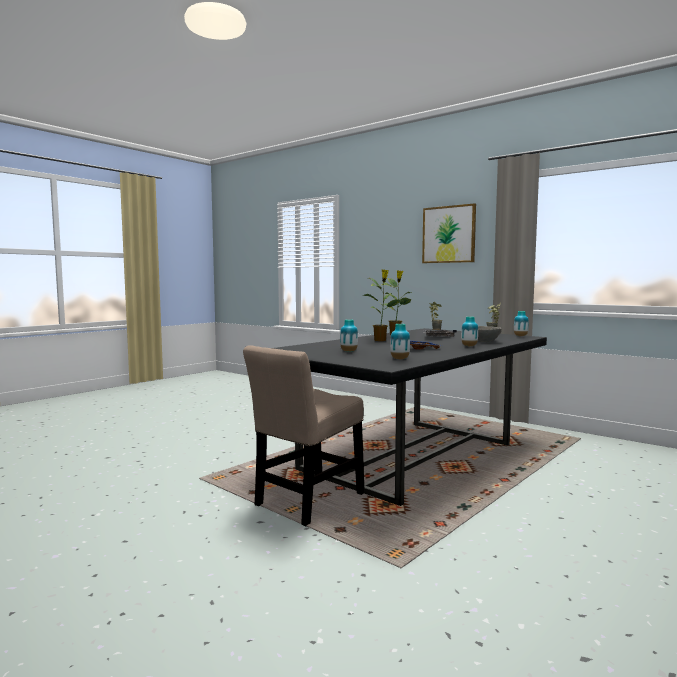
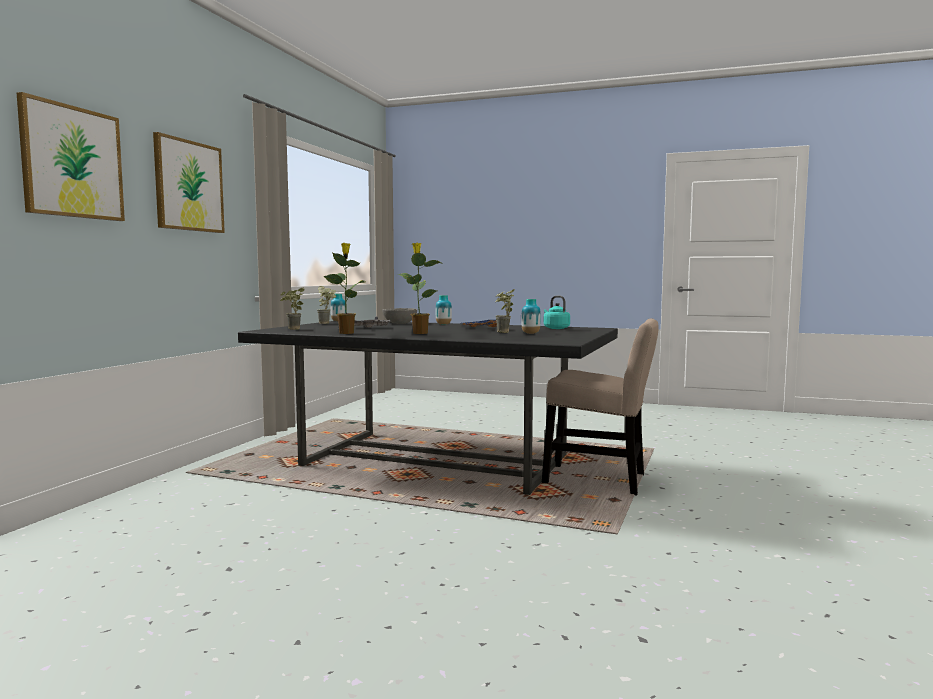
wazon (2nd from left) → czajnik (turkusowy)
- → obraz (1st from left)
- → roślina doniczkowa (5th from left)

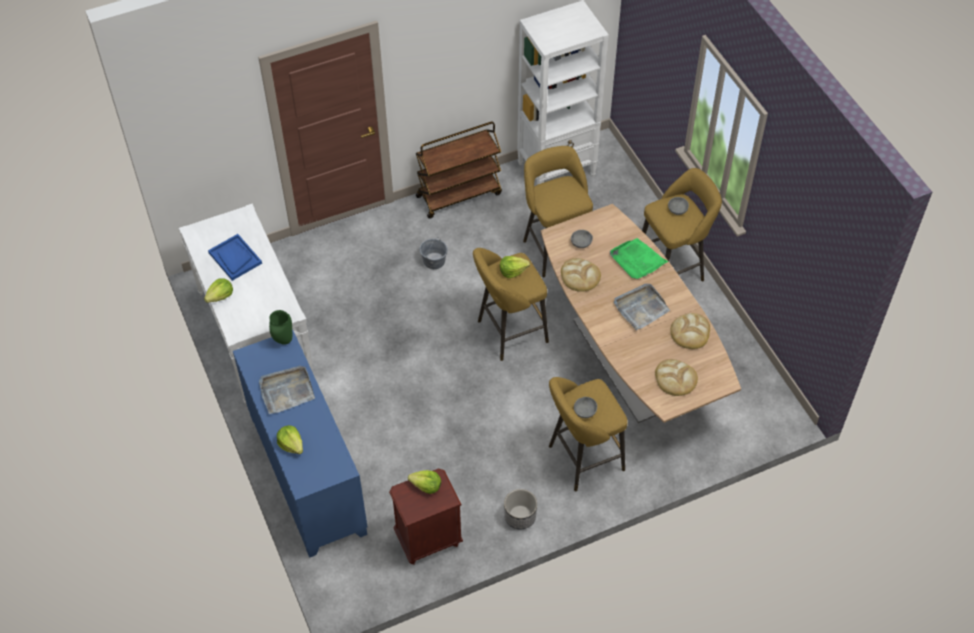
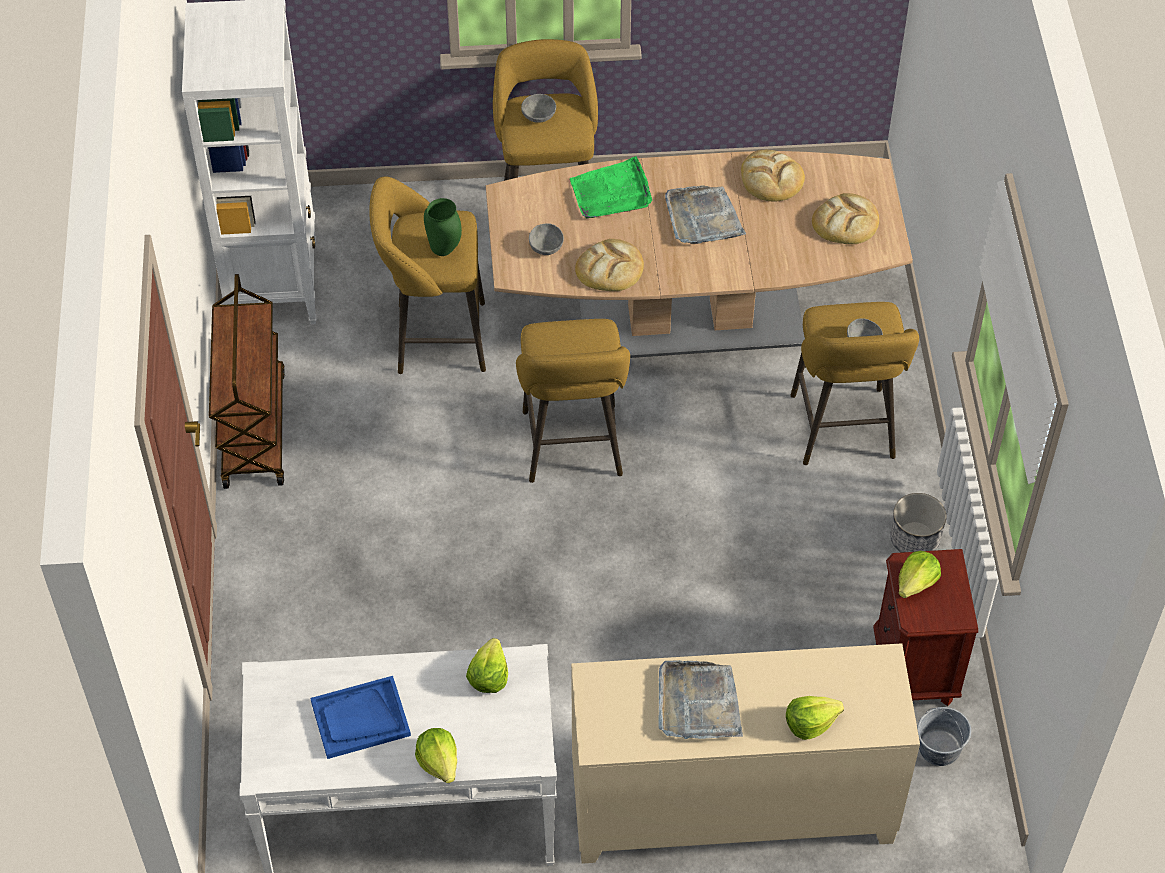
wiadro (szary), move
sałata (4th from left in the first image) → sałata (2nd from left), move
wazon (zielony), move
szafka (niebieski) → szafka (beżowy)

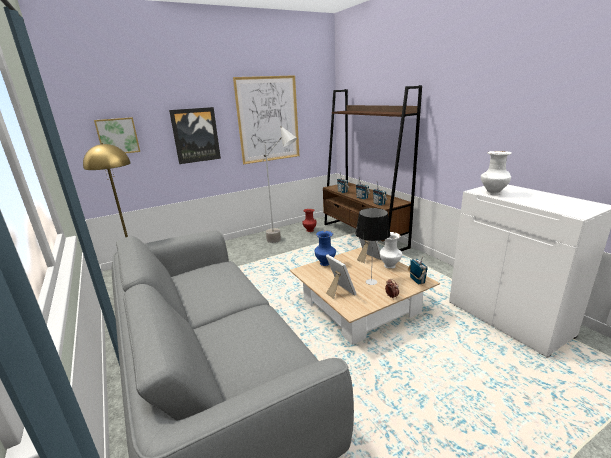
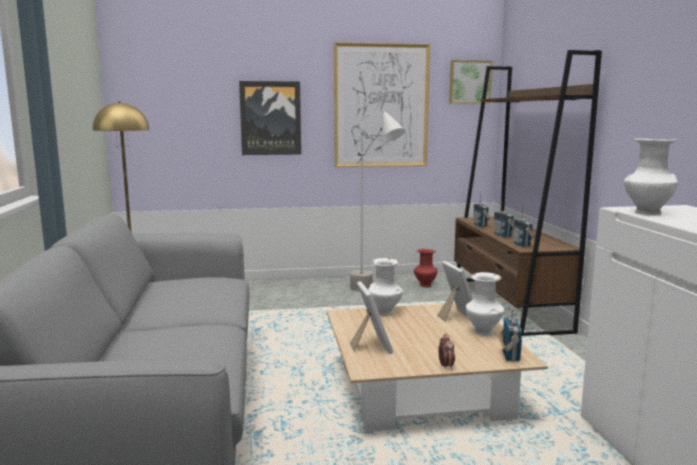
obraz (1st from left in the first image) → obraz (3rd from left), move
lampa stołowa → -
wazon (niebieski) → wazon (biały) (1st from left)

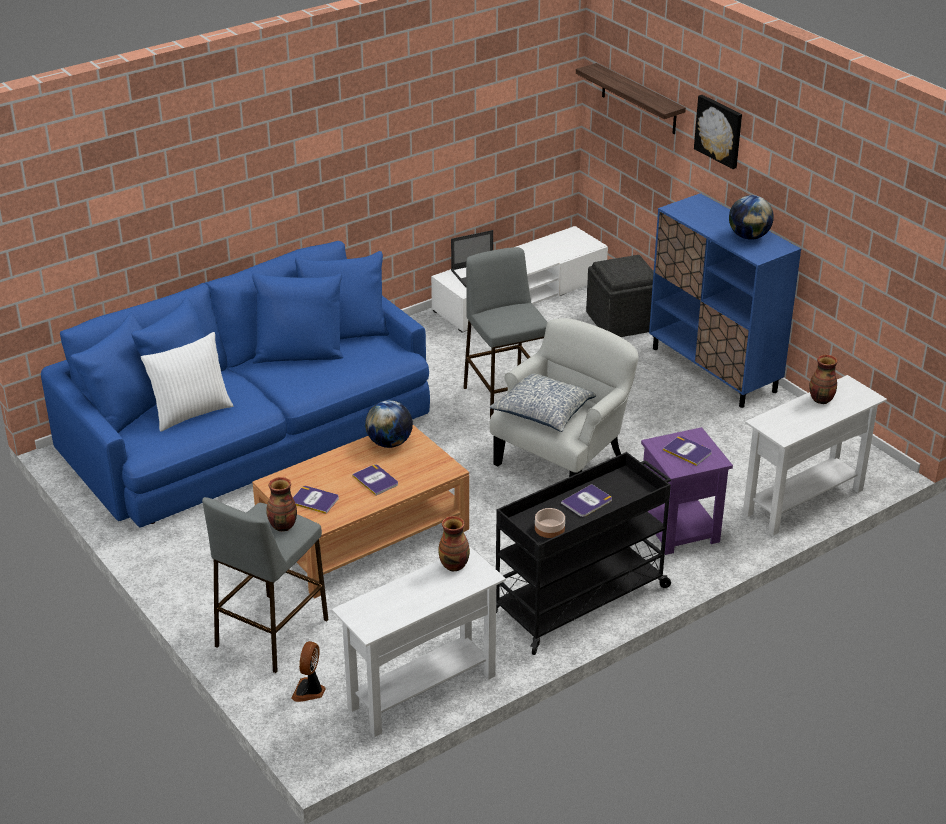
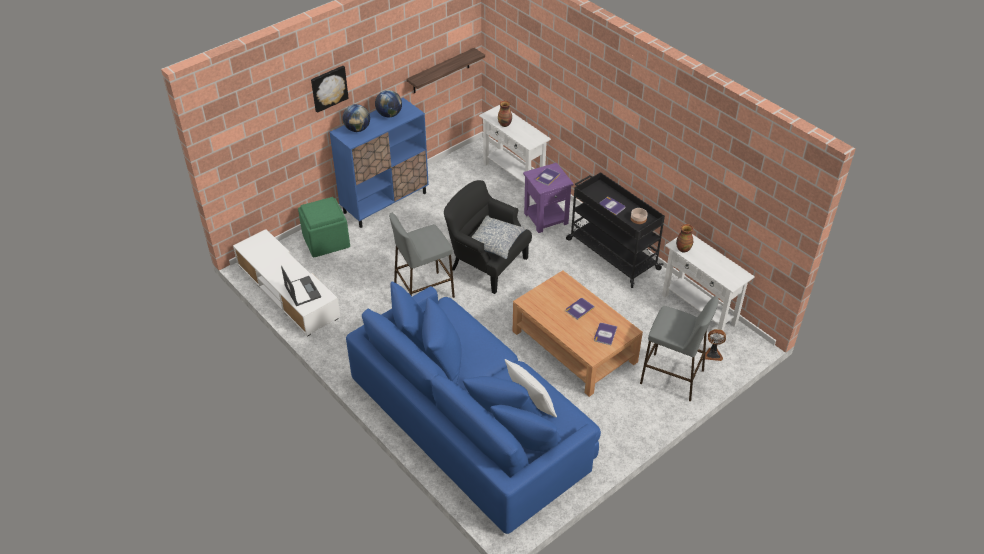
półka, move
pufa (szary) → pufa (zielony)
fotel (biały) → fotel (czarny)
globus (1st from left), move
wazon (1st from left) → -

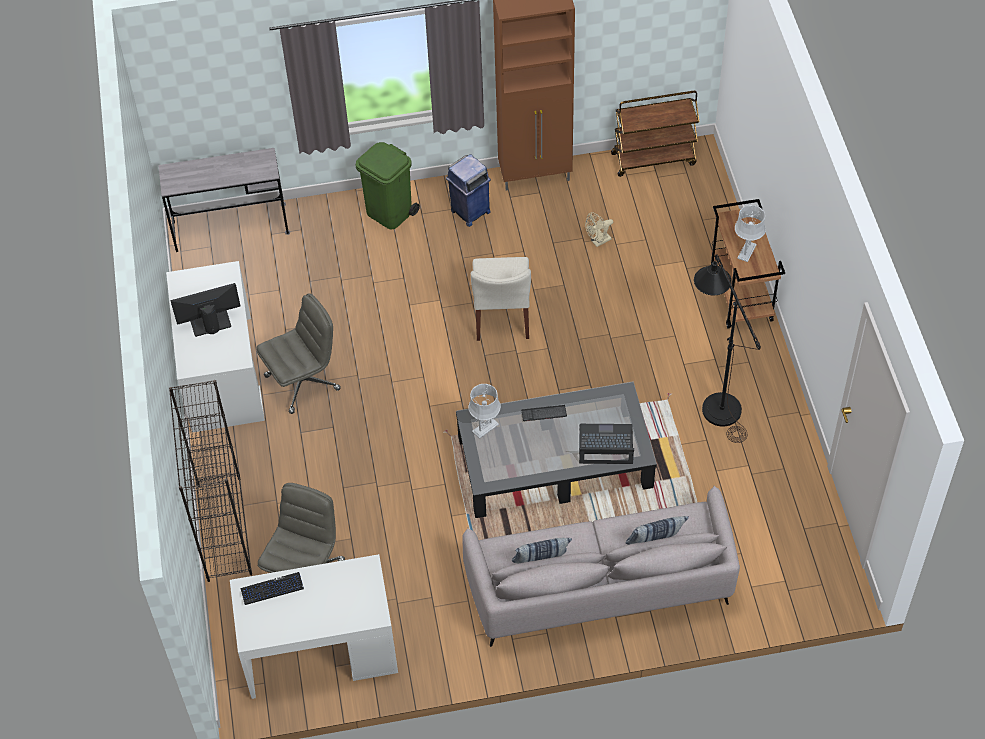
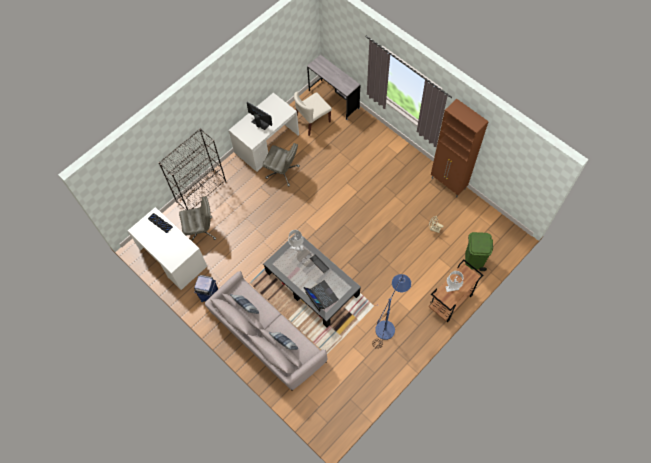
wózek (brązowy) (1st from left) → -
kosz na śmieci (zielony), move
kosz na śmieci (niebieski), move
lampa stojąca (czarny) → lampa stojąca (niebieski)
krzesło (beżowy), move

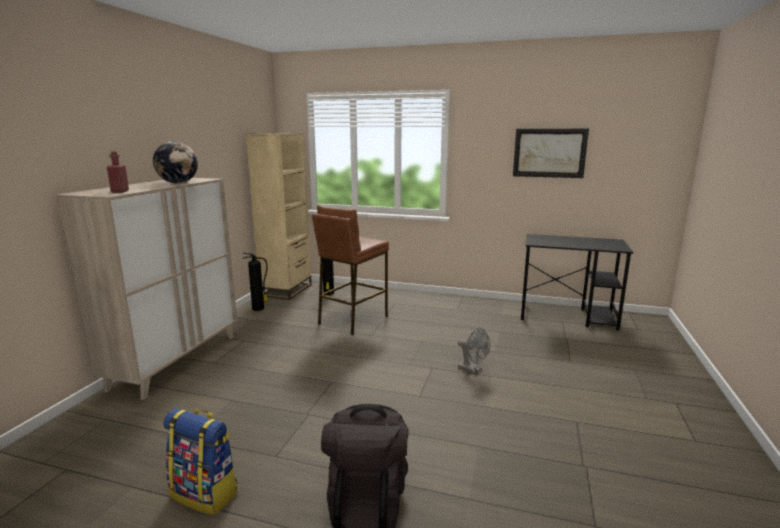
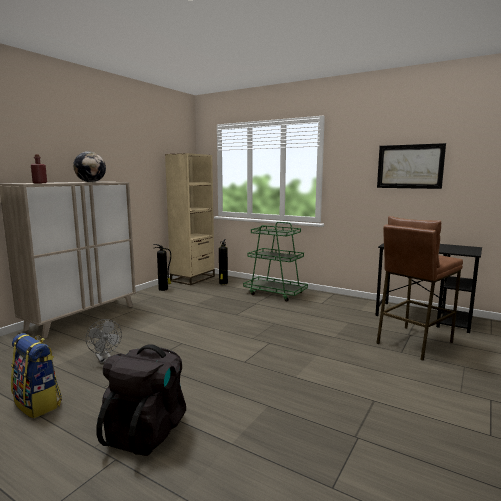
stołek (brązowy), move
wentylator (szary), move
- → wózek (zielony)

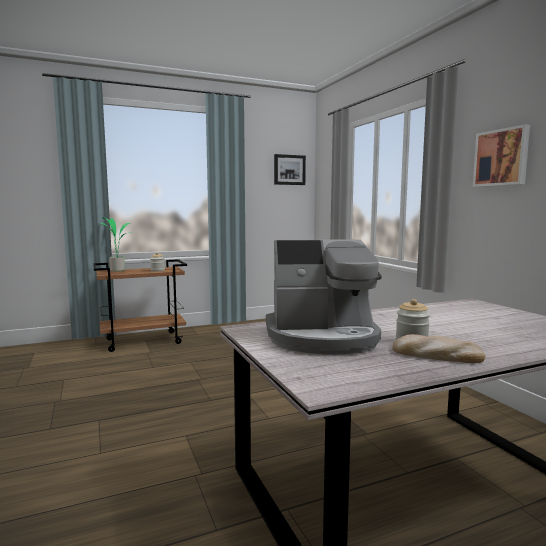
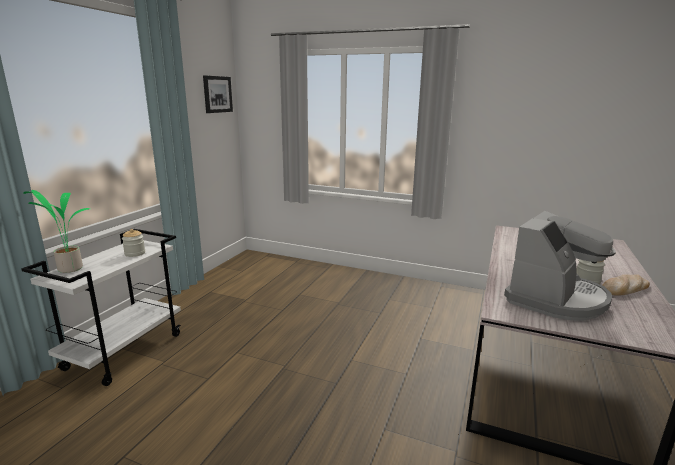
obraz (2nd from left) → -
wózek (brązowy) → wózek (biały)

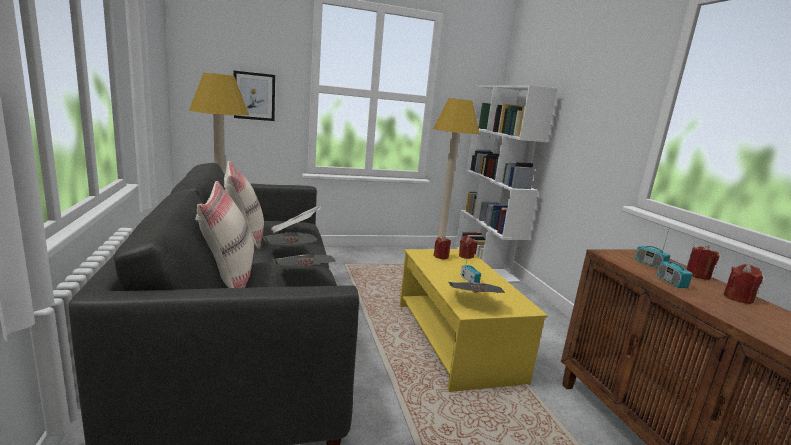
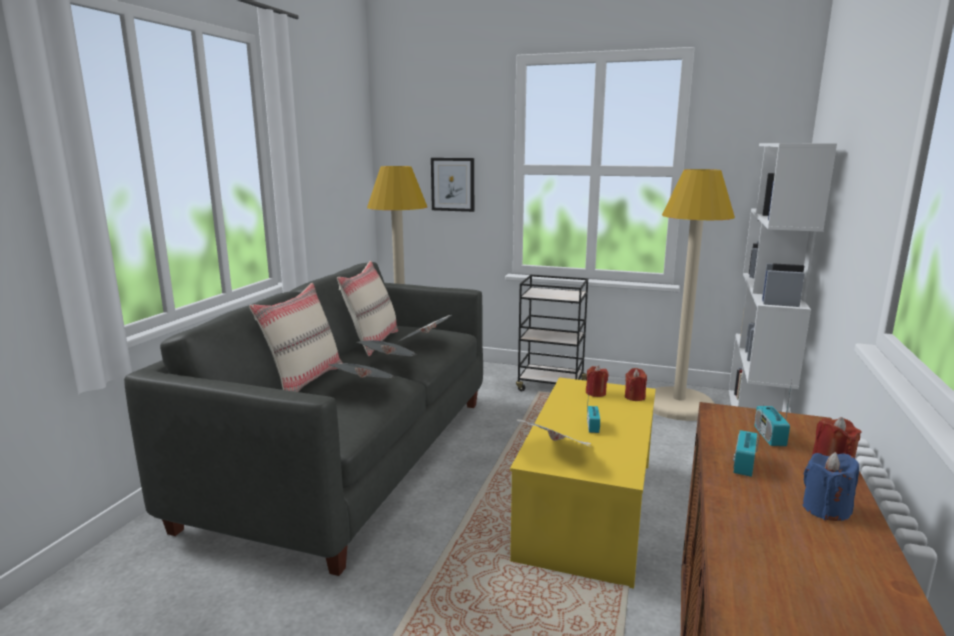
świeca (czerwony) (4th from left) → świeca (niebieski)
- → wózek (czarny)

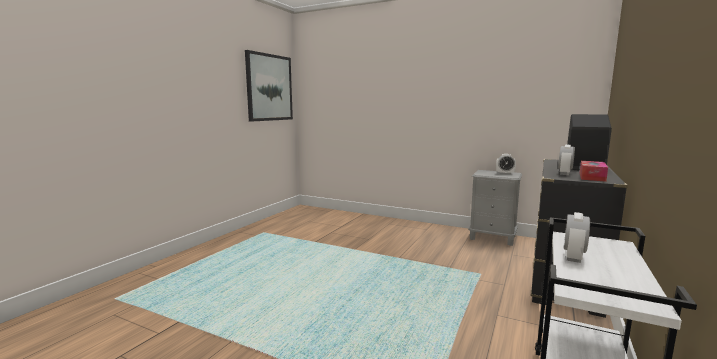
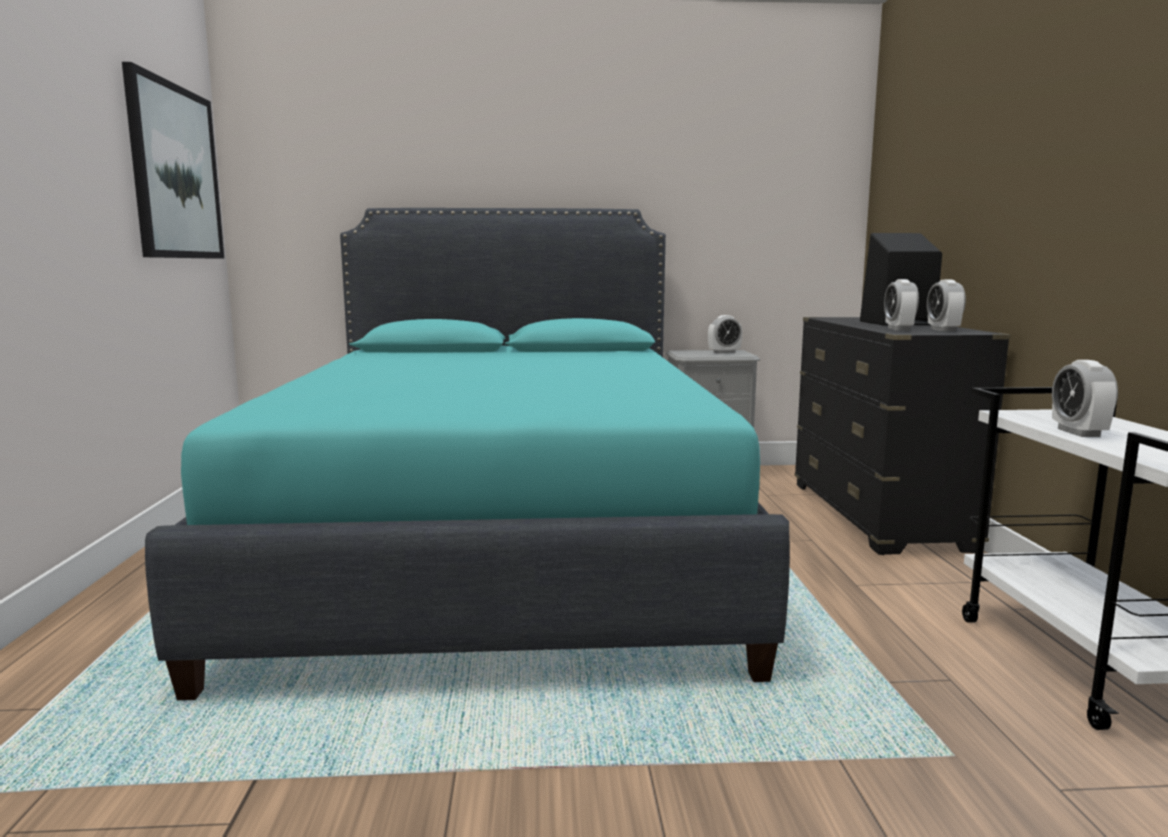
pudełko chusteczek → budzik (3rd from left)
- → łóżko (turkusowy)

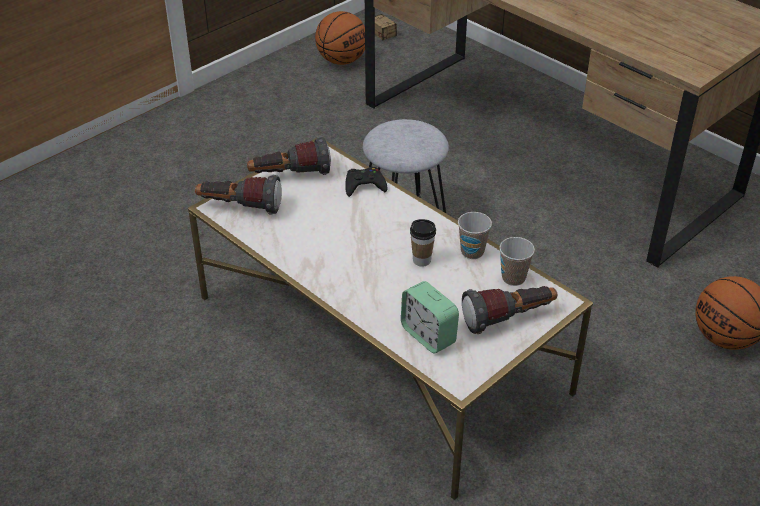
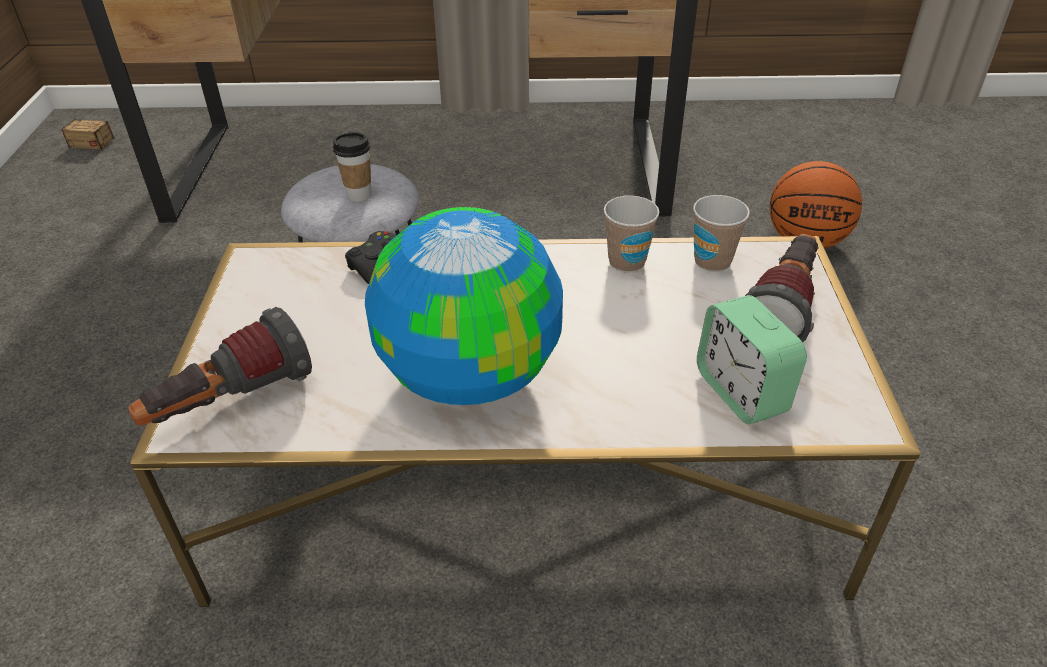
piłka do koszykówki (1st from left) → -
latarka (2nd from left) → -
filiżanka (1st from left), move
budzik, 60 degrees clockwise
- → globus

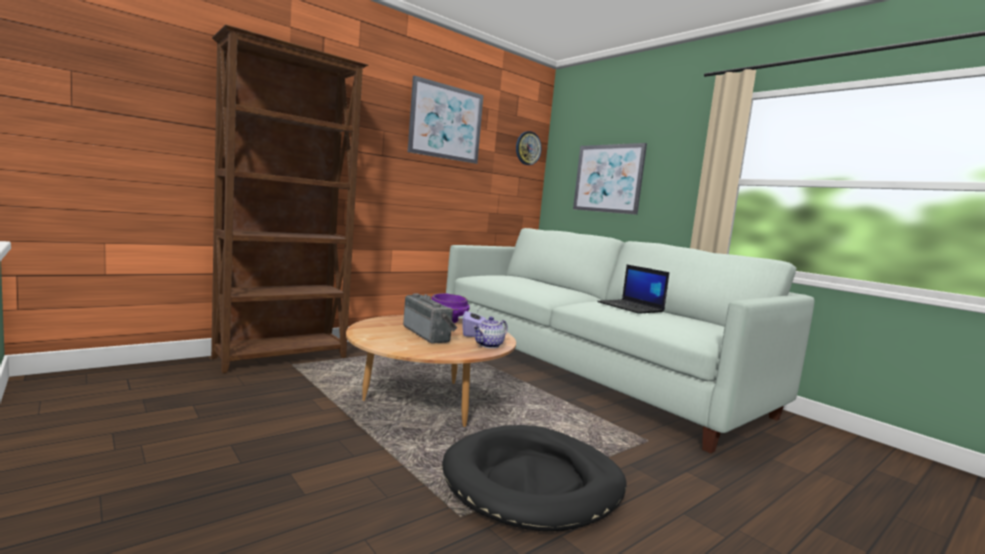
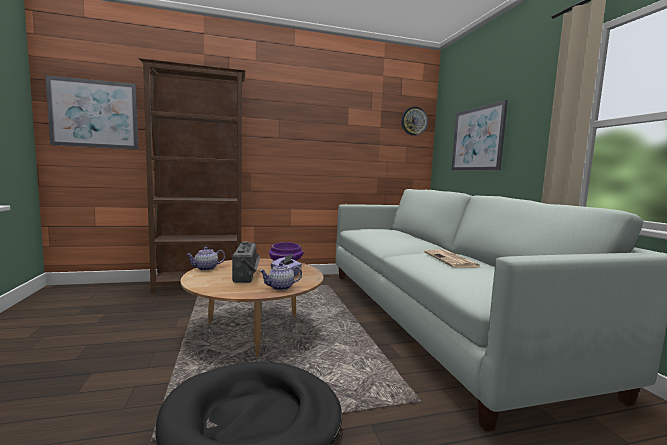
obraz (1st from left), move
laptop → gazeta
- → imbryk (1st from left)

